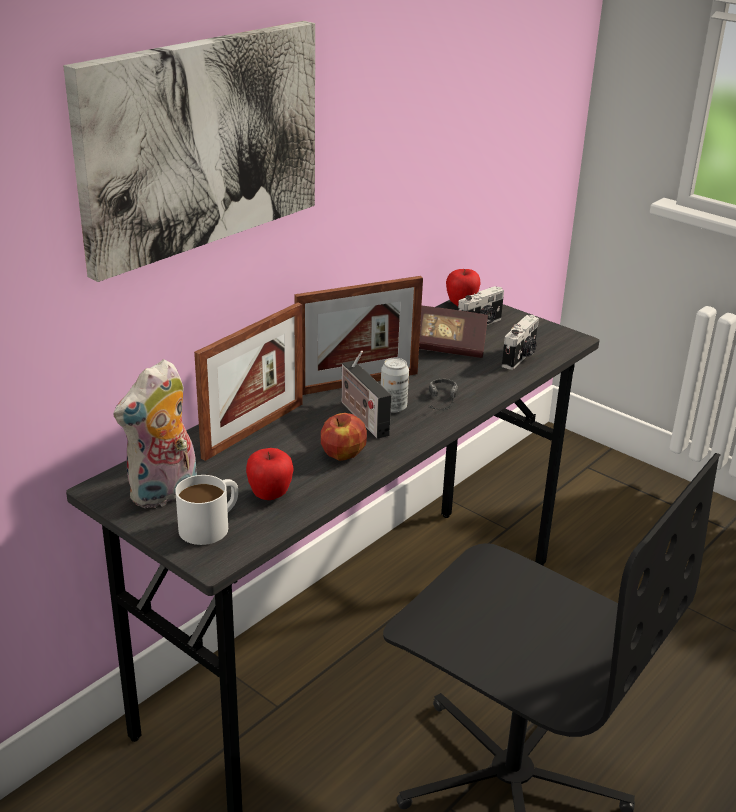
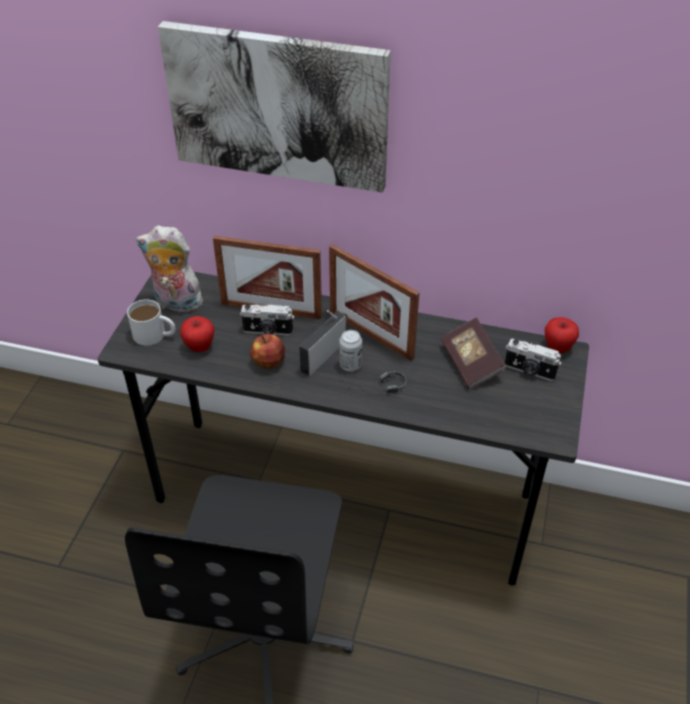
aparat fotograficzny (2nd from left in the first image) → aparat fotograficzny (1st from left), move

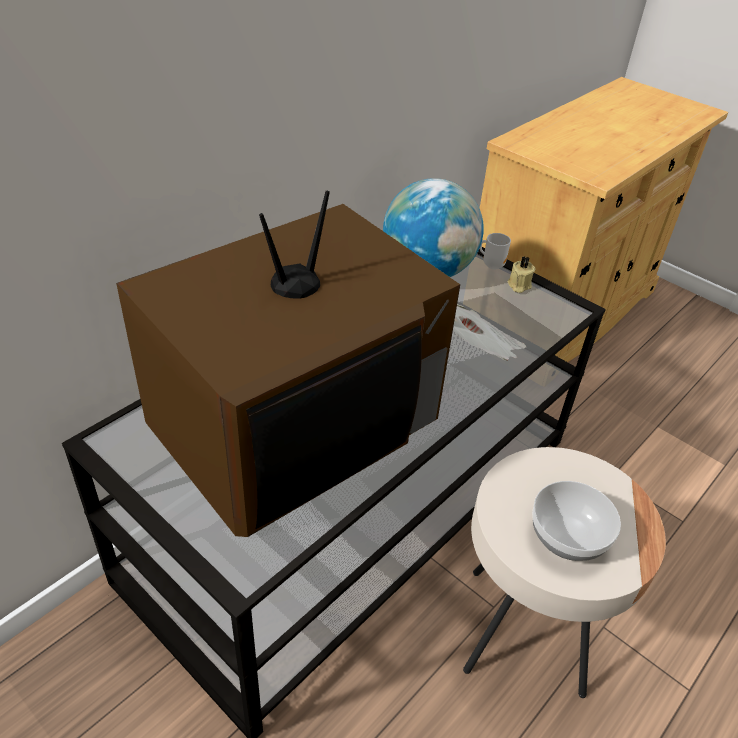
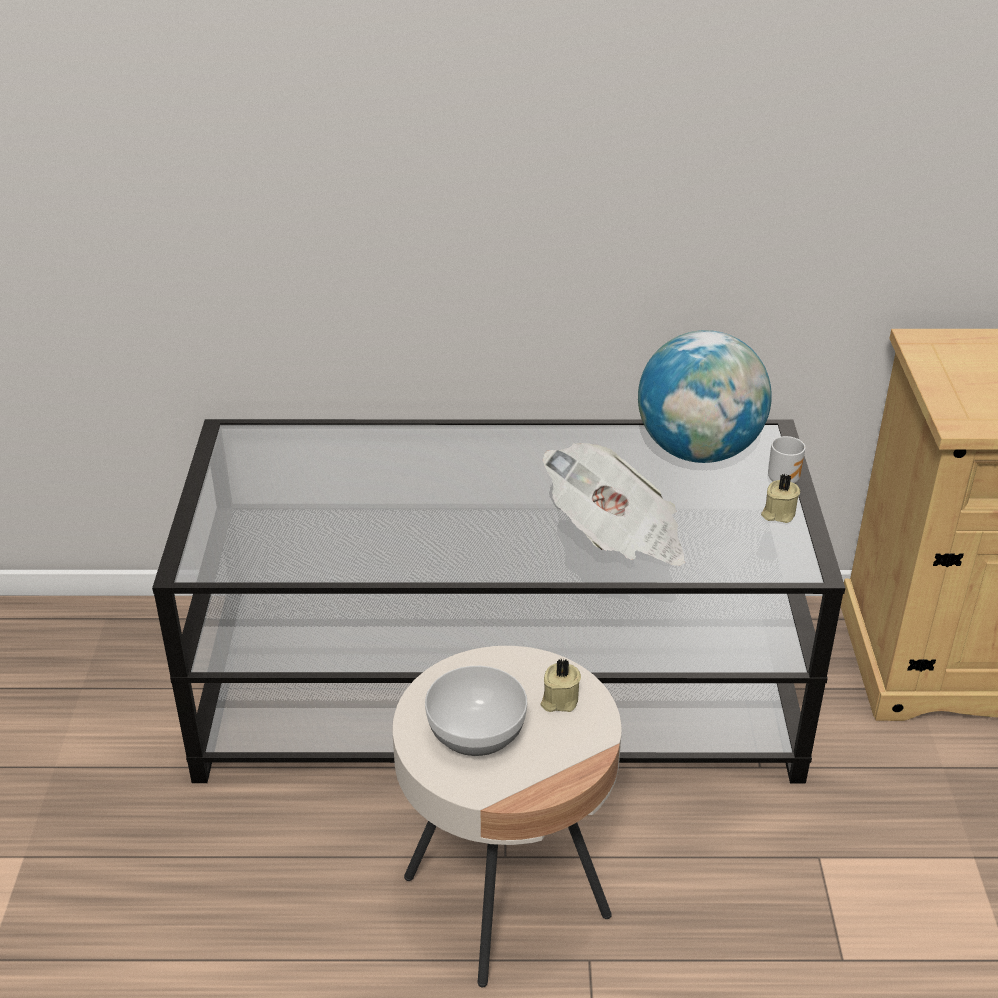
telewizor → -
- → świeca (beżowy) (1st from left)

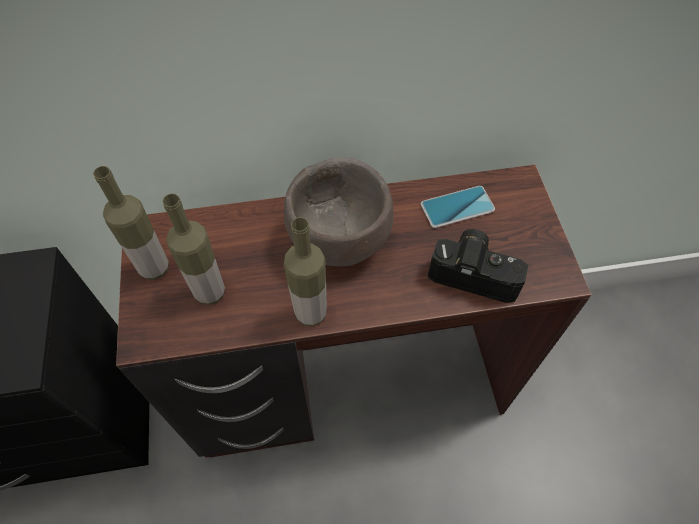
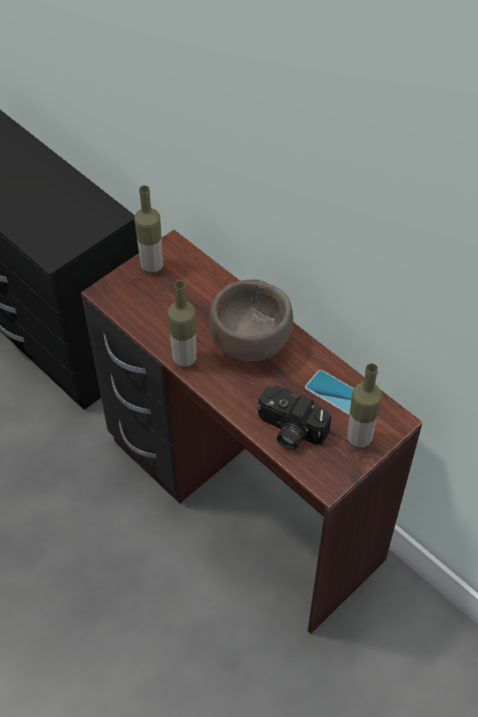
butelka (2nd from left in the first image) → butelka (3rd from left), move
aparat fotograficzny, 135 degrees clockwise

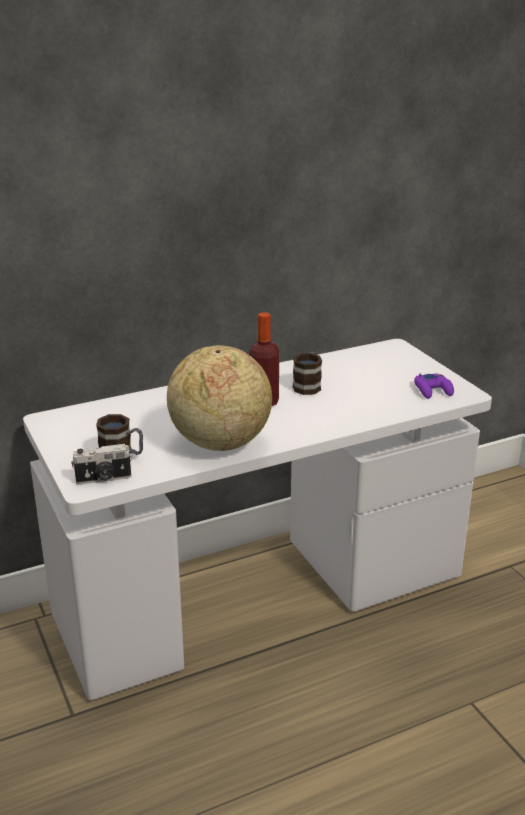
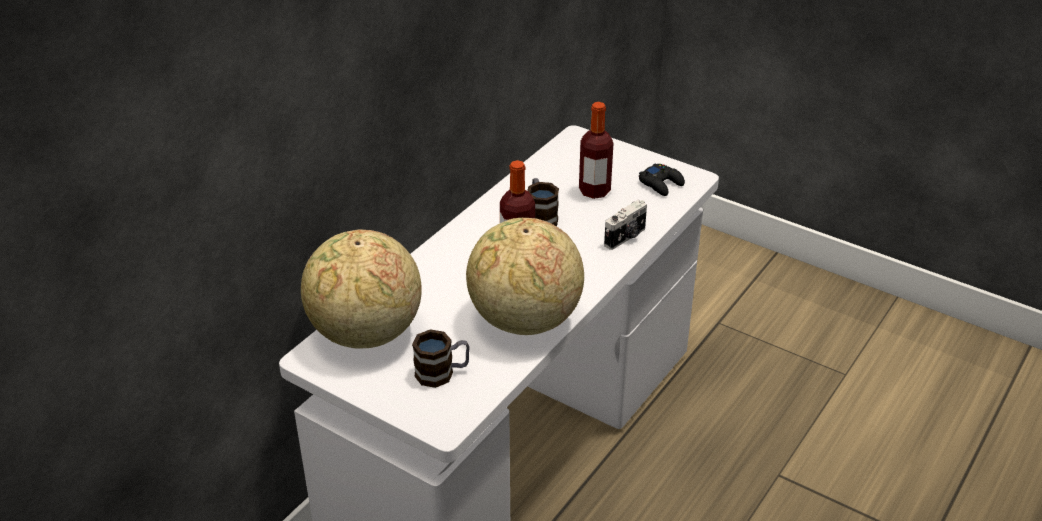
pad do gier (fioletowy) → pad do gier (czarny)
aparat fotograficzny, move
- → butelka (2nd from left)
- → globus (1st from left)

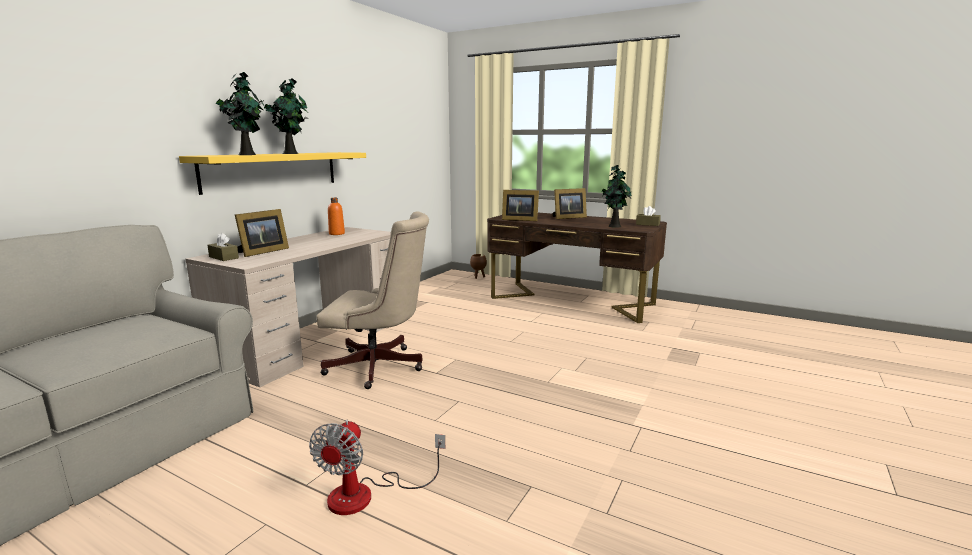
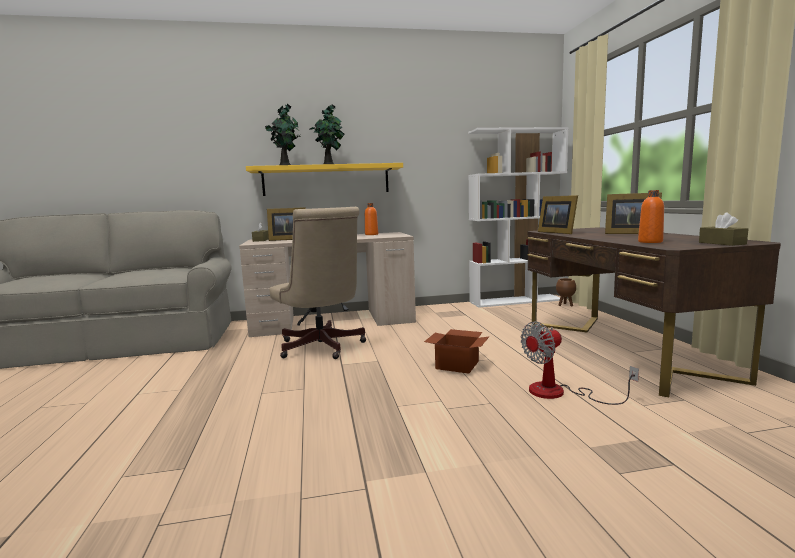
roślina doniczkowa (3rd from left) → butelka (pomarańczowy) (2nd from left)
wentylator, move
- → regał (biały)
- → karton

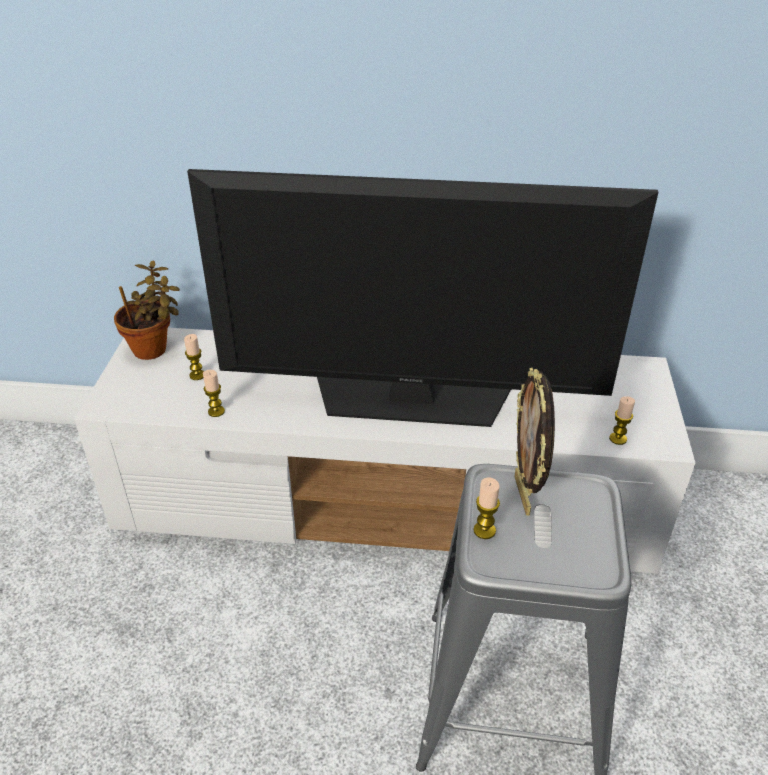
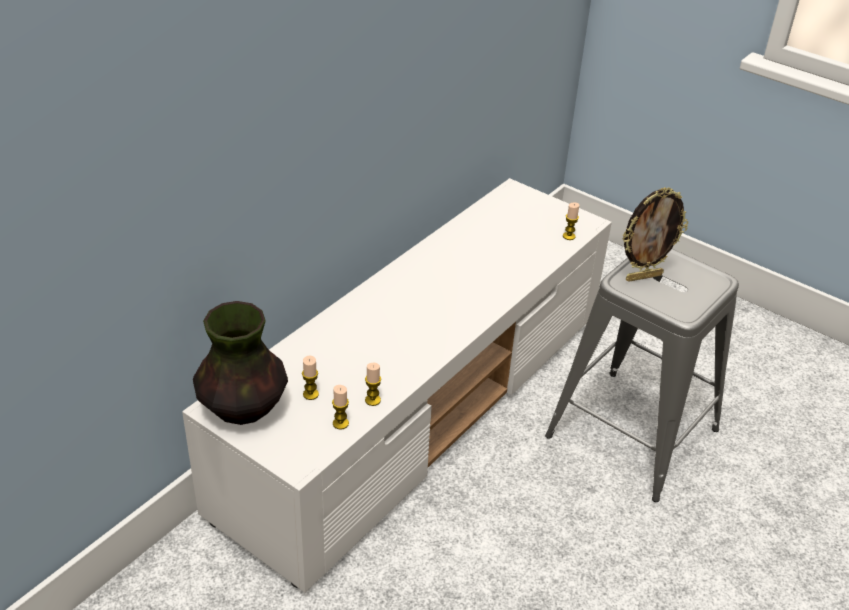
telewizor → -
roślina doniczkowa → wazon
ramka na zdjęcie, 45 degrees counterclockwise
świeca (3rd from left in the first image) → świeca (2nd from left), move

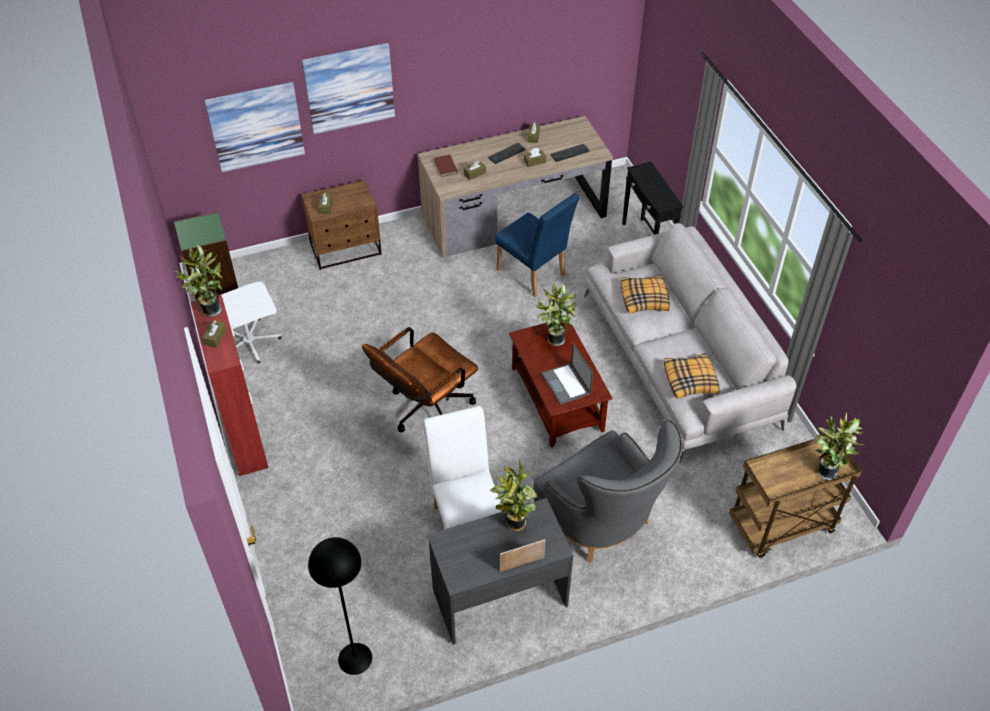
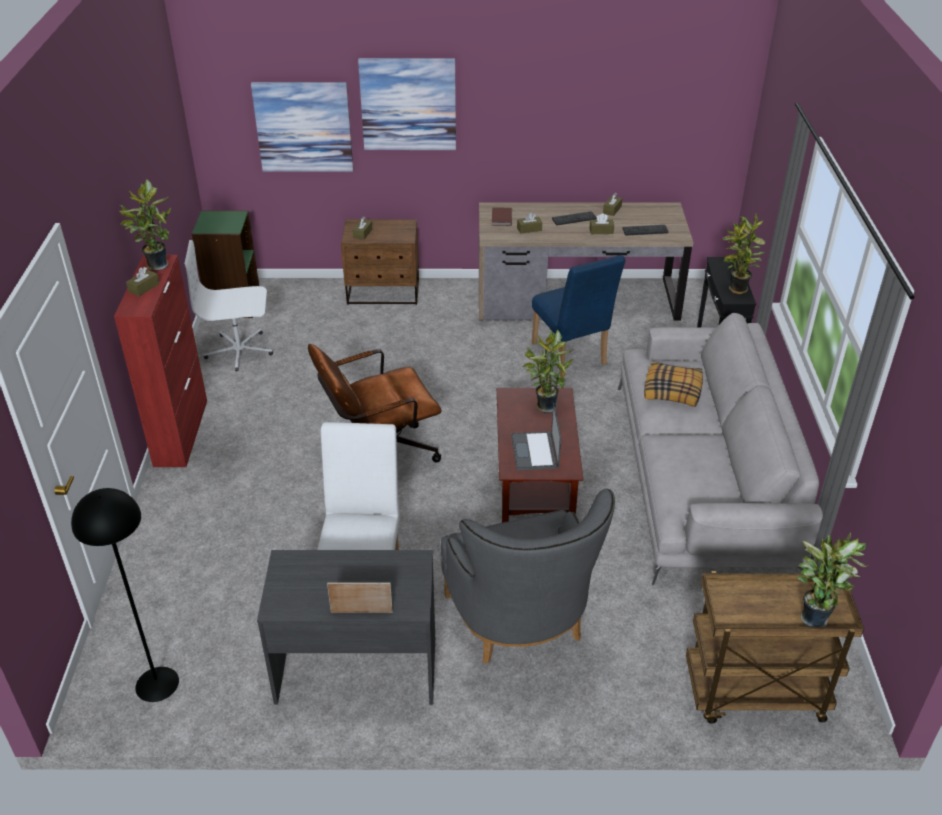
poduszka (2nd from left) → -
roślina doniczkowa (2nd from left in the first image) → roślina doniczkowa (3rd from left), move

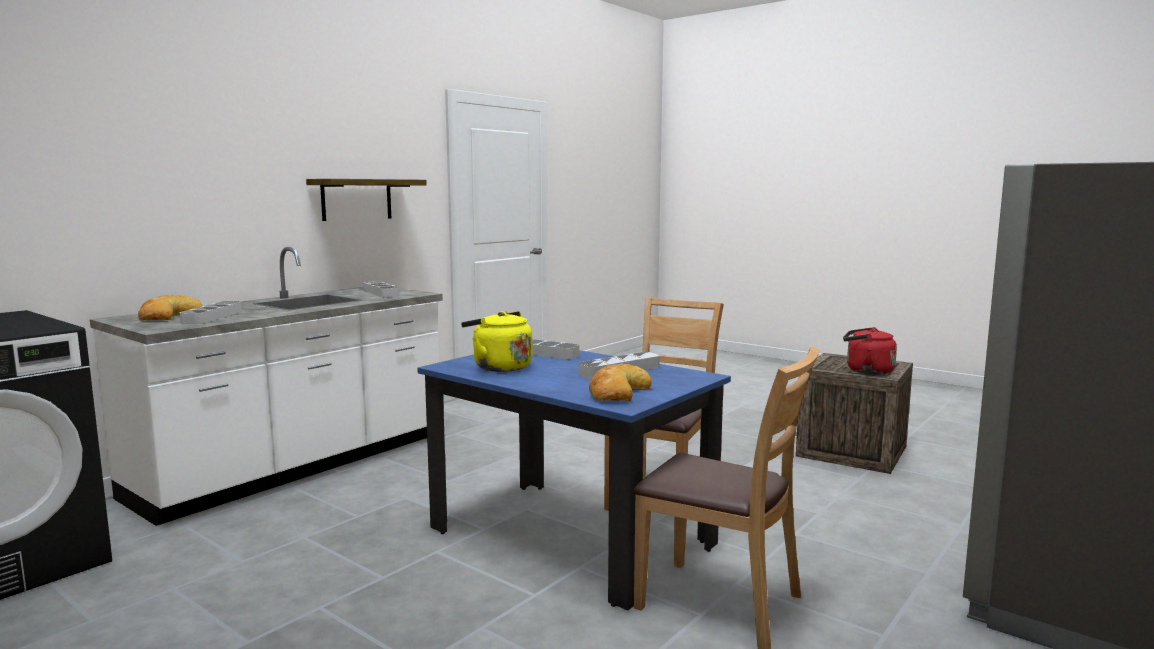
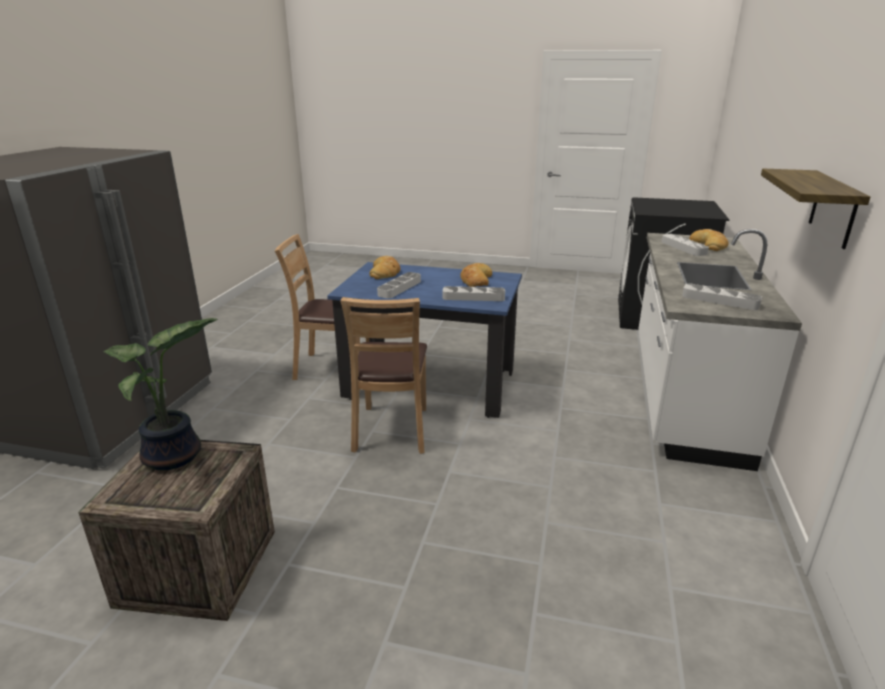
czajnik (żółty) → chleb (2nd from left)
czajnik (czerwony) → roślina doniczkowa

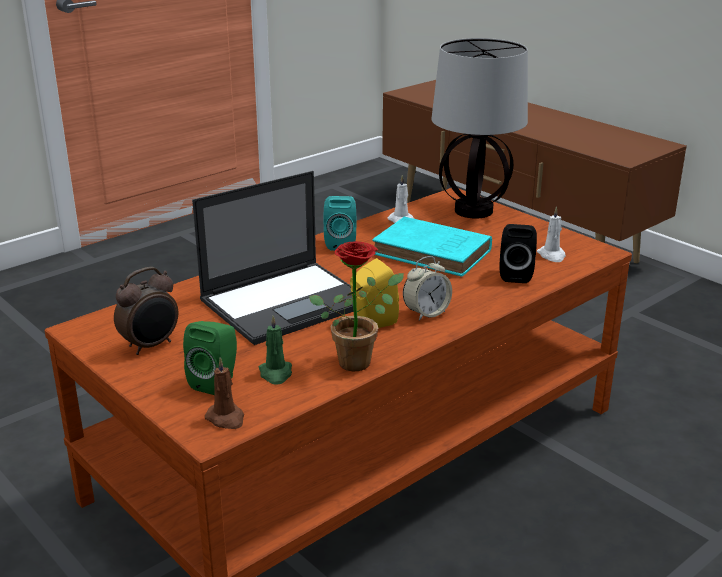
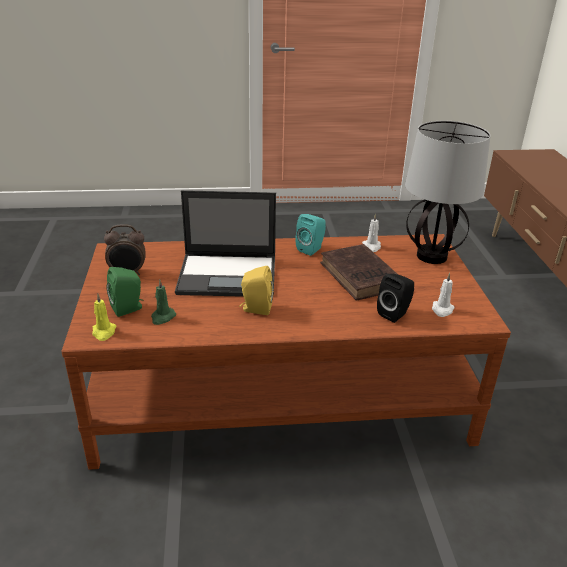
książka (turkusowy) → książka (brązowy)
roślina doniczkowa → -
budzik (2nd from left) → -
świeca (brązowy) → świeca (żółty)

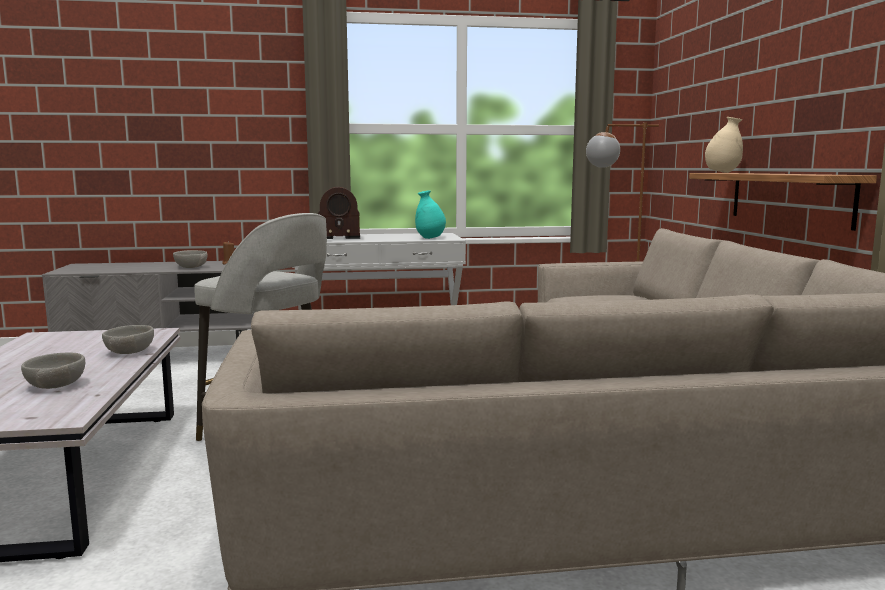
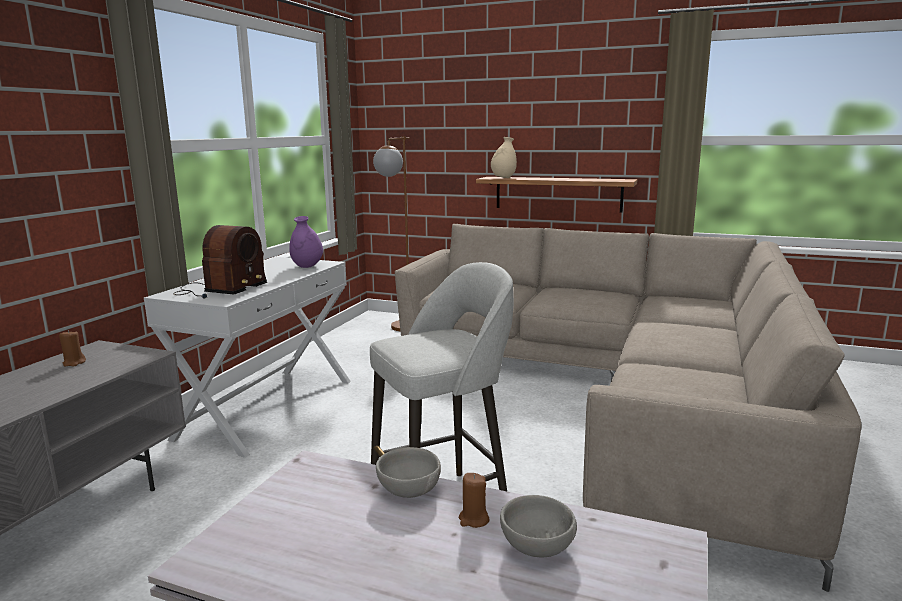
wazon (turkusowy) → wazon (fioletowy)
miska (szary) (3rd from left) → -
- → świeca (brązowy) (2nd from left)

